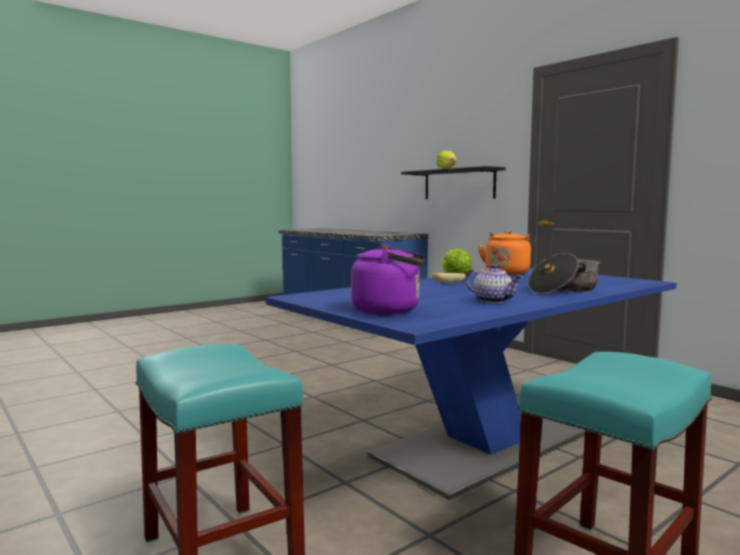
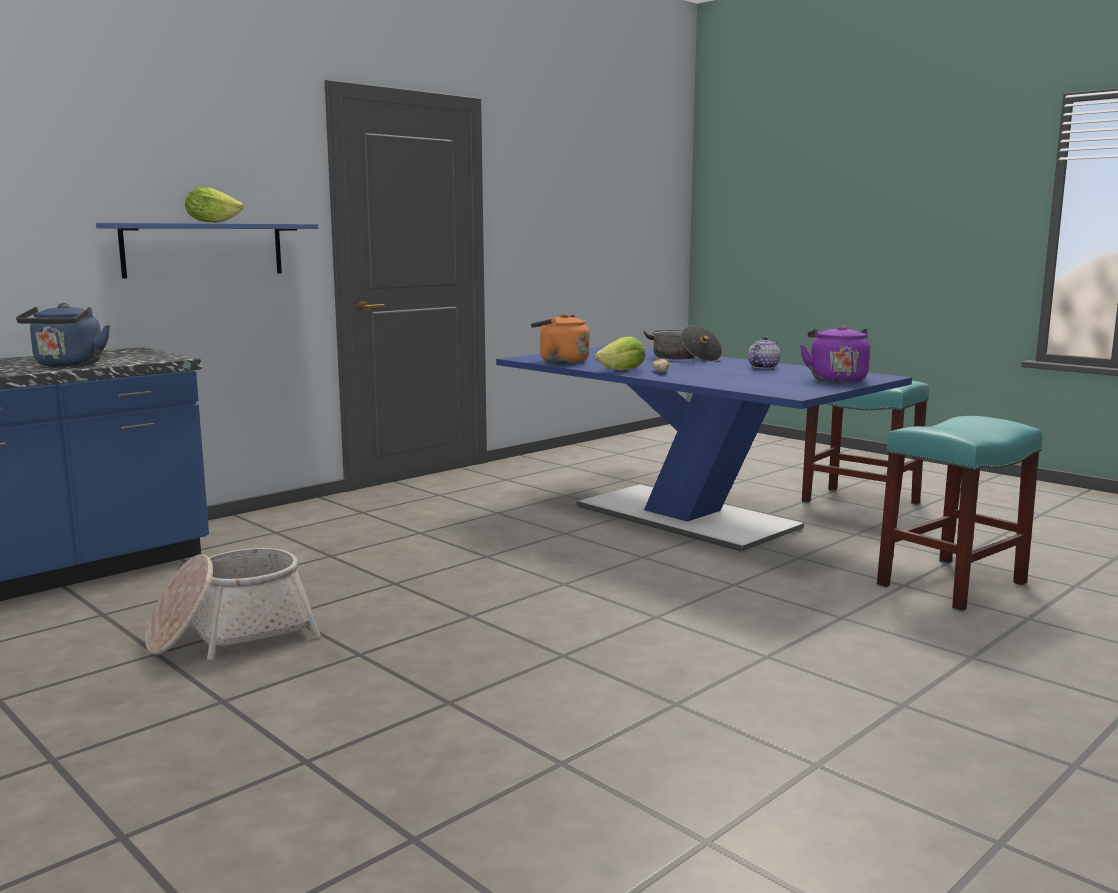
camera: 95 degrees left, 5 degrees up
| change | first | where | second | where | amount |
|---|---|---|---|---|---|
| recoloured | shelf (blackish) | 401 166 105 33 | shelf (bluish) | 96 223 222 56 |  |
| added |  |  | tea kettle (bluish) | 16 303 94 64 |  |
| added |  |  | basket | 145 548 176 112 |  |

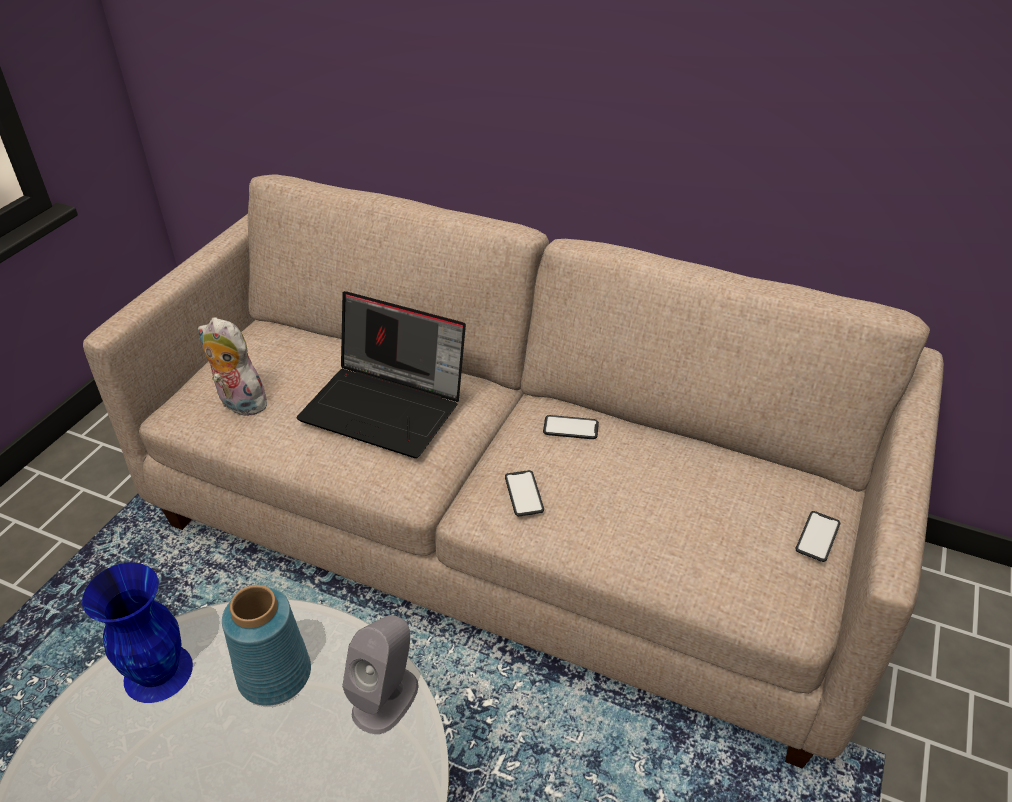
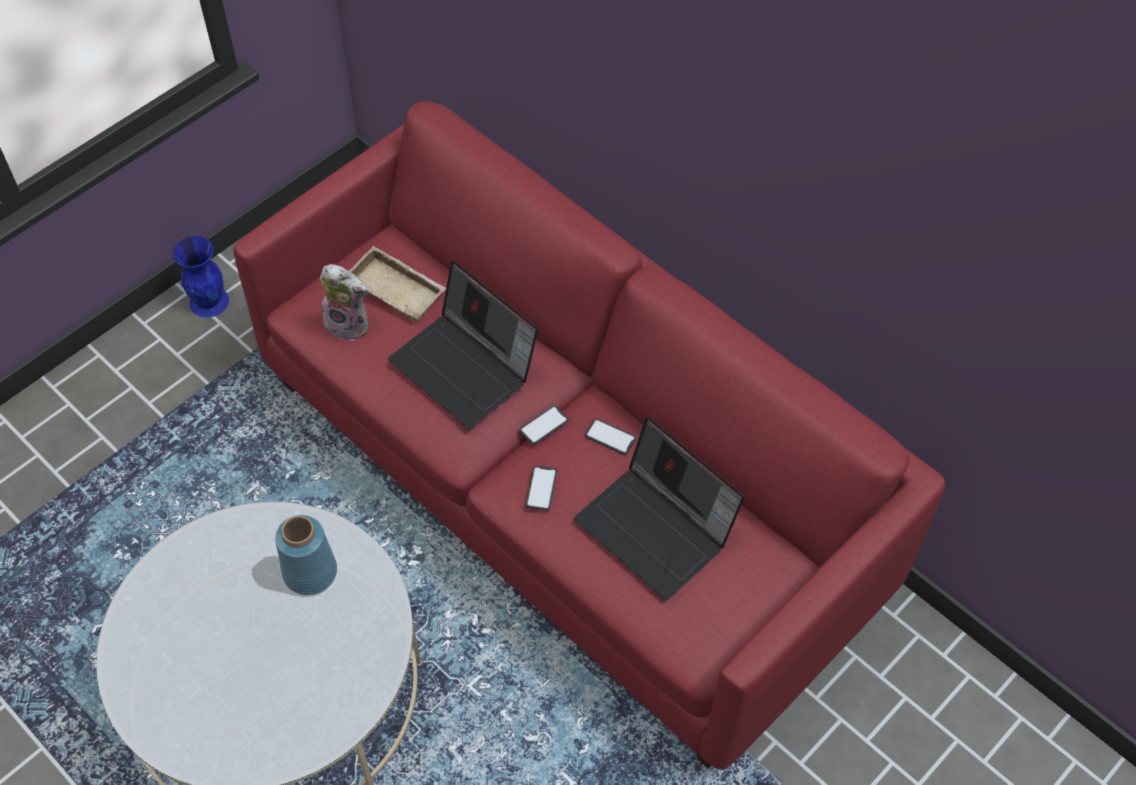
camera: 20 degrees right, 15 degrees up
| change | first | where | second | where | amount |
|---|---|---|---|---|---|
| recoloured | sofa (beige-coloured) | 83 174 861 595 | sofa (red-coloured) | 233 101 713 669 |  |
| turned | plush toy | 198 317 69 99 |  | 320 264 49 76 | 150 degrees clockwise |
| moved | phone | 795 511 45 51 |  | 519 405 50 40 |  |
| moved | decorative vase (bluish) | 82 563 111 140 |  | 173 236 56 82 |  |
| removed | speaker (gray) | 342 615 77 119 |  |  |  |
| added |  |  | carrying tray (beige-coloured) | 349 246 97 76 |  |
| added |  |  | notebook computer | 574 417 171 183 |  |

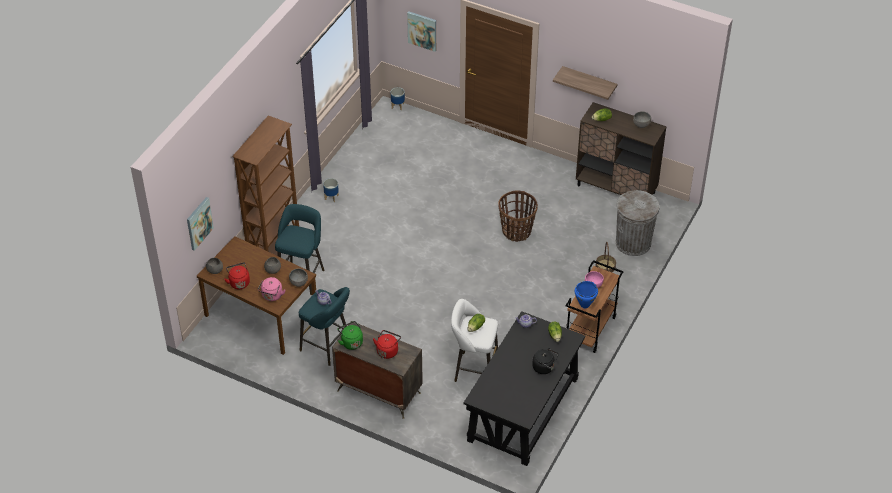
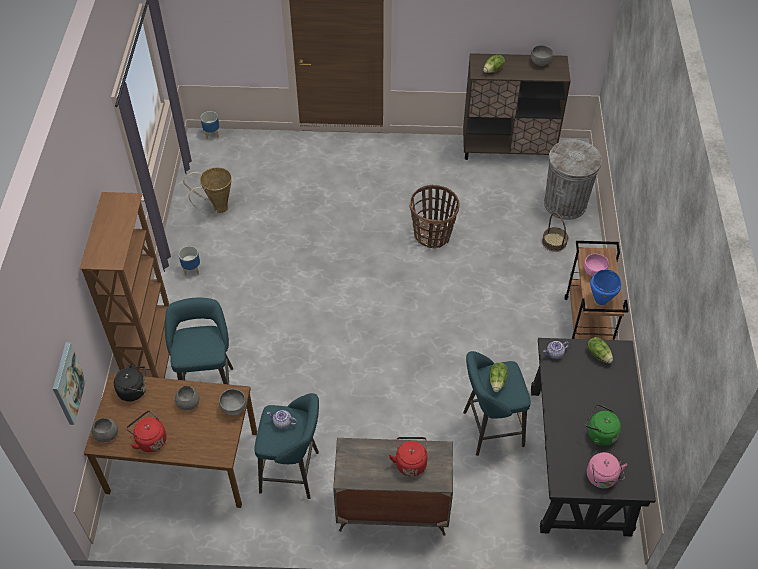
camera: 25 degrees left, 5 degrees up
| change | first | where | second | where | amount |
|---|---|---|---|---|---|
| removed | picture | 407 11 29 41 |  |  |  |
| removed | shelf | 553 66 64 34 |  |  |  |
| moved | tea kettle (pinkish) | 258 277 28 24 |  | 587 452 40 36 |  |
| recoloured | sitting stool (white) | 451 299 47 83 | sitting stool (turquoise-coloured) | 463 351 68 105 |  |
| moved | tea kettle (greenish) | 338 321 25 29 |  | 585 404 36 42 |  |
| moved | tea kettle (blackish) | 532 348 27 26 |  | 114 363 32 39 |  |
| added |  |  | basket | 183 167 49 48 |  |

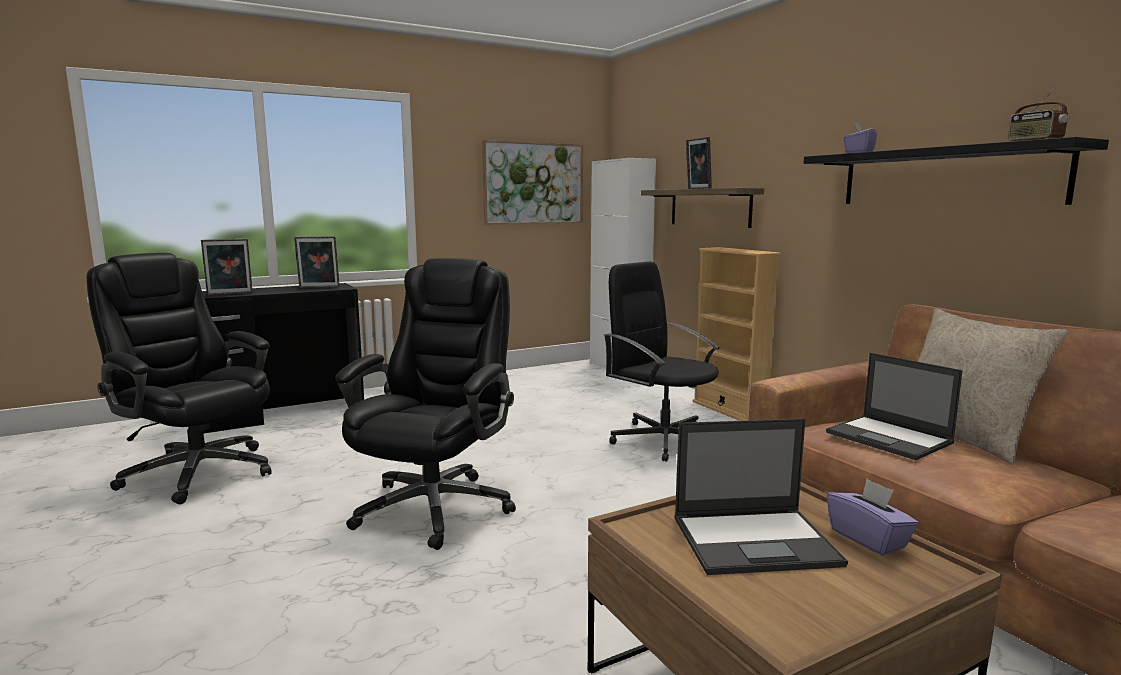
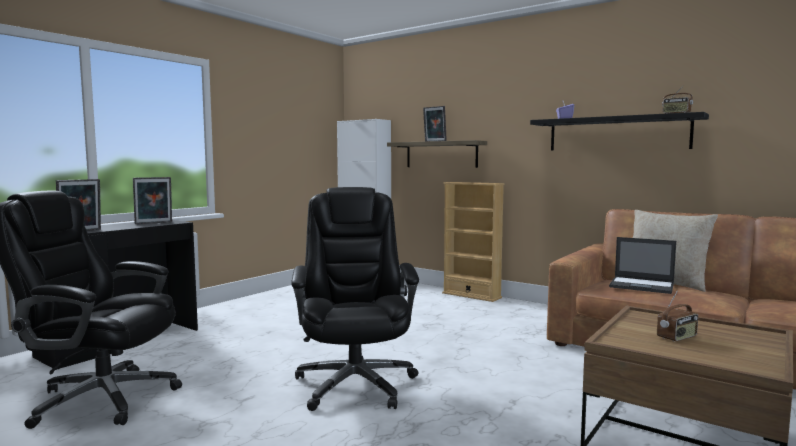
camera: 25 degrees left, 5 degrees down
| change | first | where | second | where | amount |
|---|---|---|---|---|---|
| removed | picture | 482 140 101 85 |  |  |  |
| removed | computer chair (blackish) | 604 261 116 201 |  |  |  |
| replaced | notebook computer | 675 419 173 156 | radio receiver | 657 290 41 51 |  |
| removed | tissue box (purple) | 827 479 92 77 |  |  |  |

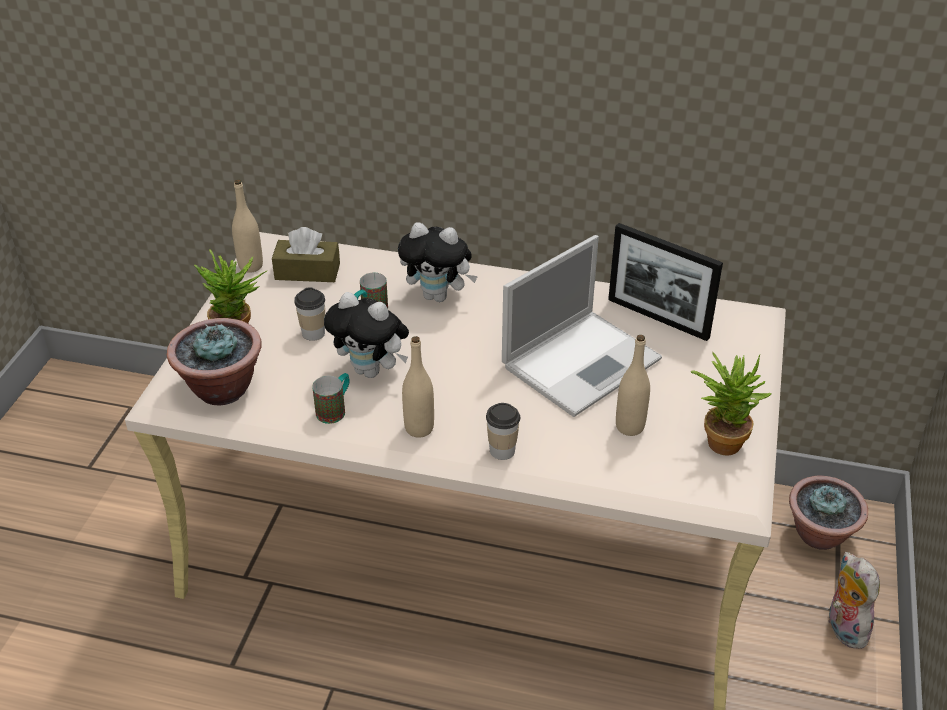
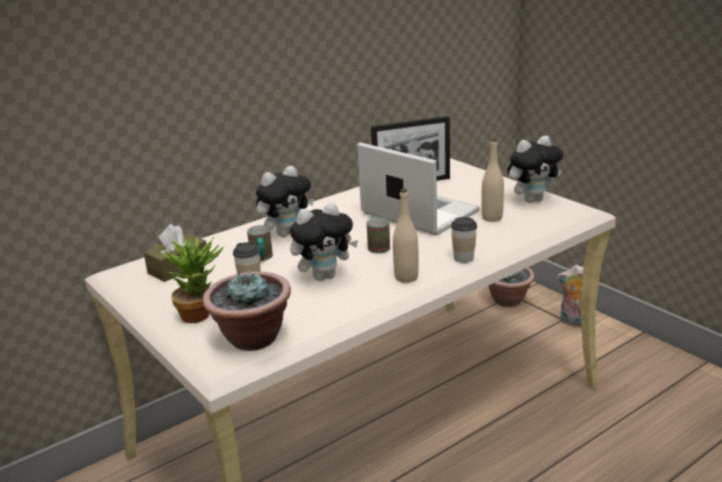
camera: 50 degrees left, 15 degrees down
| change | first | where | second | where | amount |
|---|---|---|---|---|---|
| removed | beverage bottle (beige-coloured) | 232 180 31 93 |  |  |  |
| turned | notebook computer | 502 235 160 182 |  | 357 142 123 93 | 45 degrees counterclockwise |
| replaced | houseplant | 691 353 80 102 | plush toy | 507 136 56 67 |  |
| moved | tea mug | 312 373 38 51 |  | 367 217 23 37 |  |

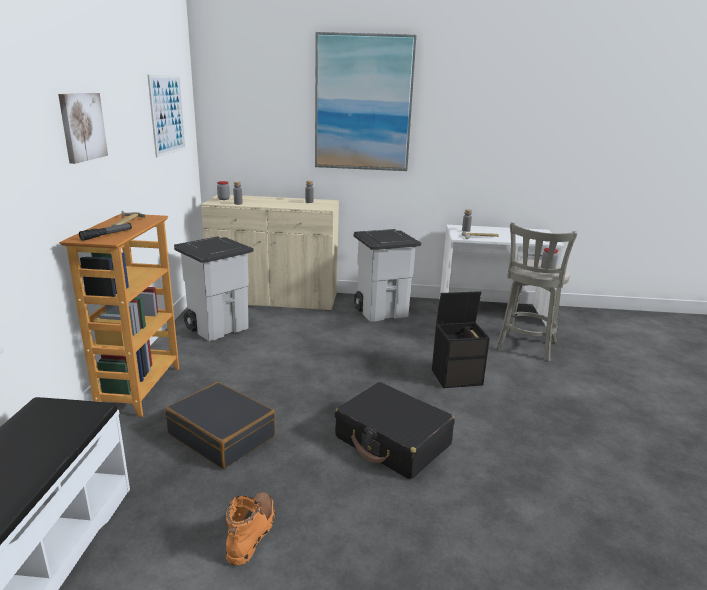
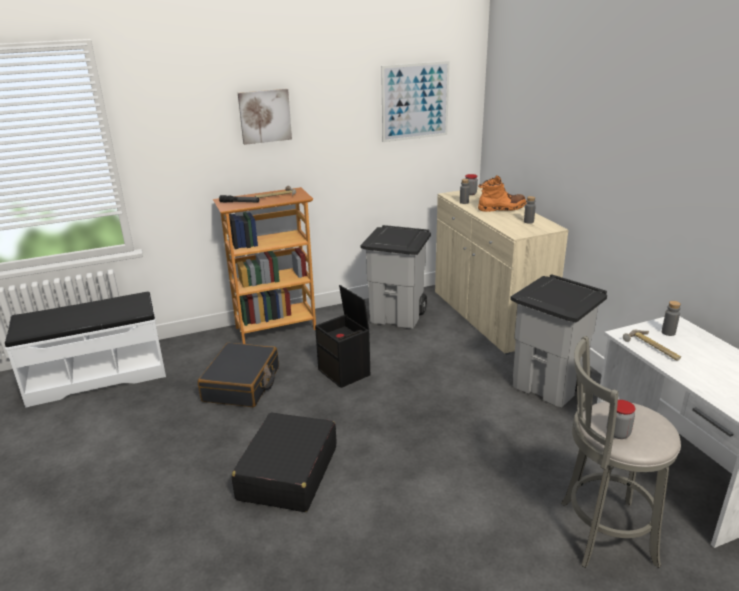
camera: 65 degrees right, 5 degrees up
| change | first | where | second | where | amount |
|---|---|---|---|---|---|
| removed | picture | 315 32 101 139 |  |  |  |
| moved | storage box (blackish) | 432 291 58 97 |  | 315 285 55 103 |  |
| moved | boot (orange) | 226 492 49 74 |  | 478 175 48 37 |  |

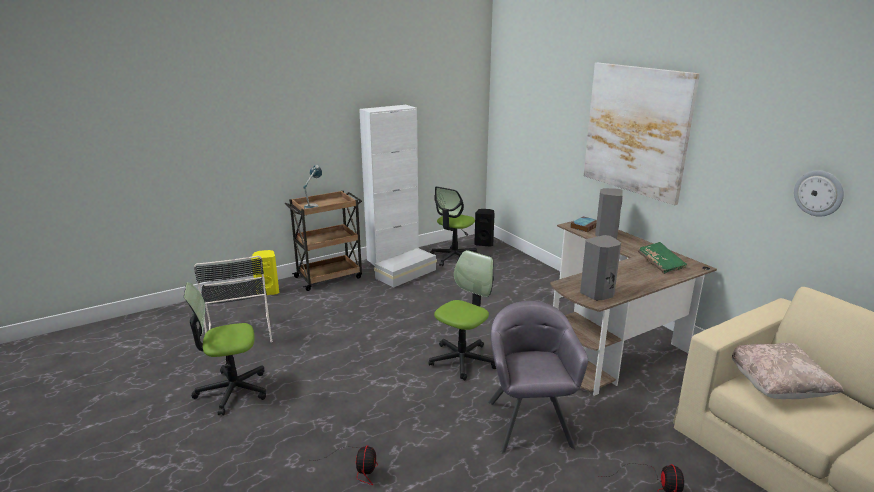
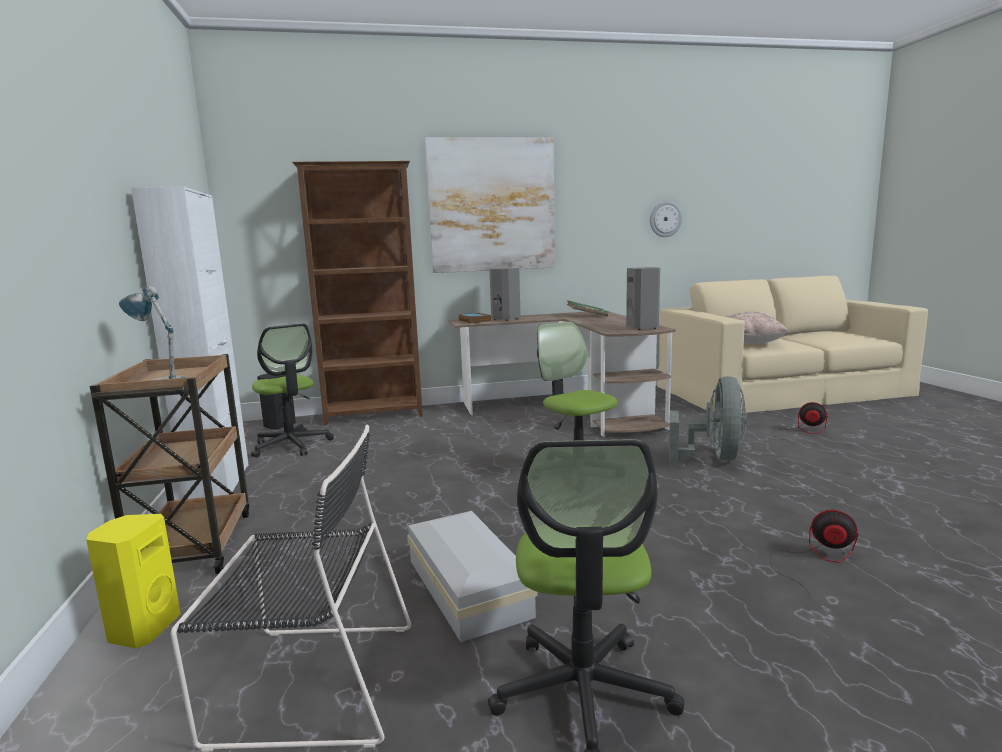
camera: 70 degrees left, 10 degrees down
| change | first | where | second | where | amount |
|---|---|---|---|---|---|
| moved | storage box (white) | 374 248 63 40 |  | 407 511 131 131 |  |
| replaced | lounge chair (gray) | 488 301 100 152 | cooling fan (gray) | 669 376 78 90 |  |
| added |  |  | shelving unit (brownish) | 292 161 131 264 |  |

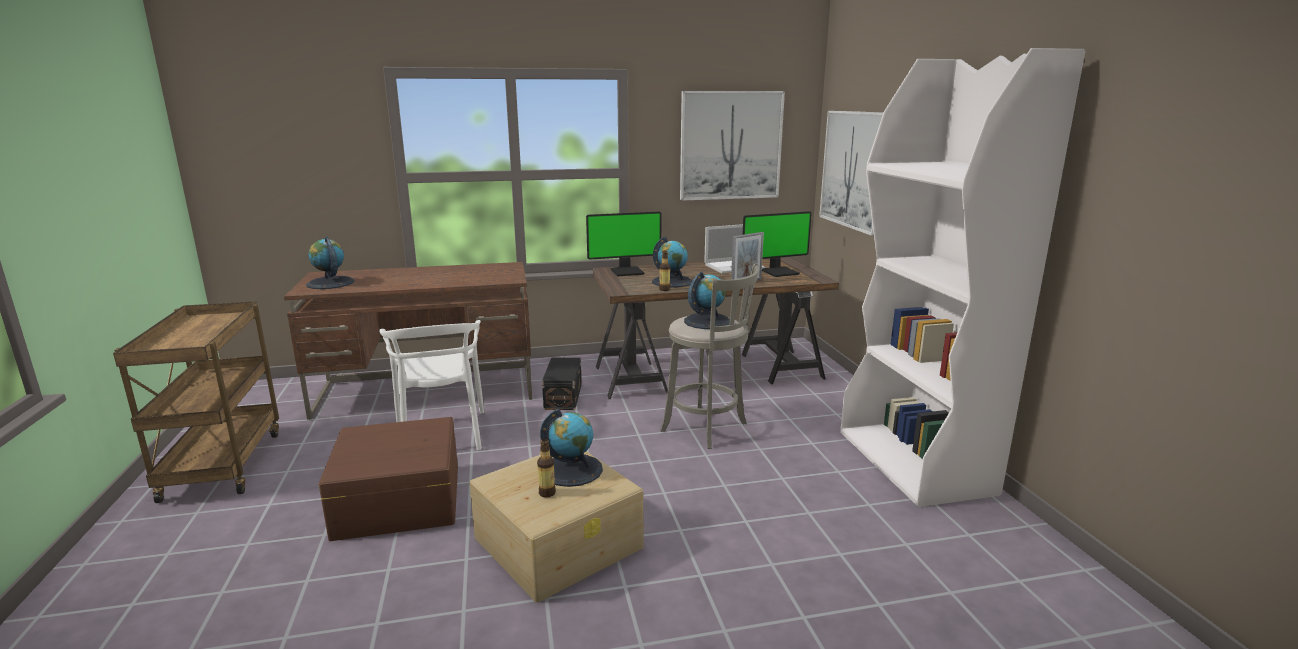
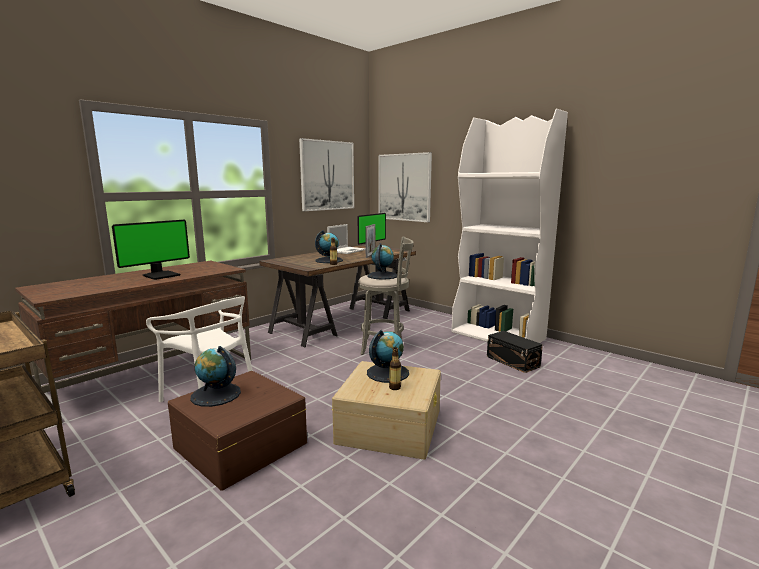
camera: 35 degrees left, 5 degrees down
| change | first | where | second | where | amount |
|---|---|---|---|---|---|
| moved | computer screen | 586 212 75 64 |  | 112 220 78 60 |  |
| moved | globe | 306 236 49 53 |  | 191 346 50 61 |  |
| moved | storage box (blackish) | 542 358 40 52 |  | 487 331 56 42 |  |

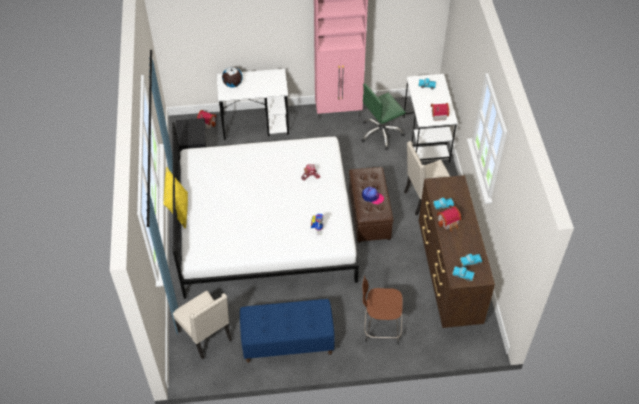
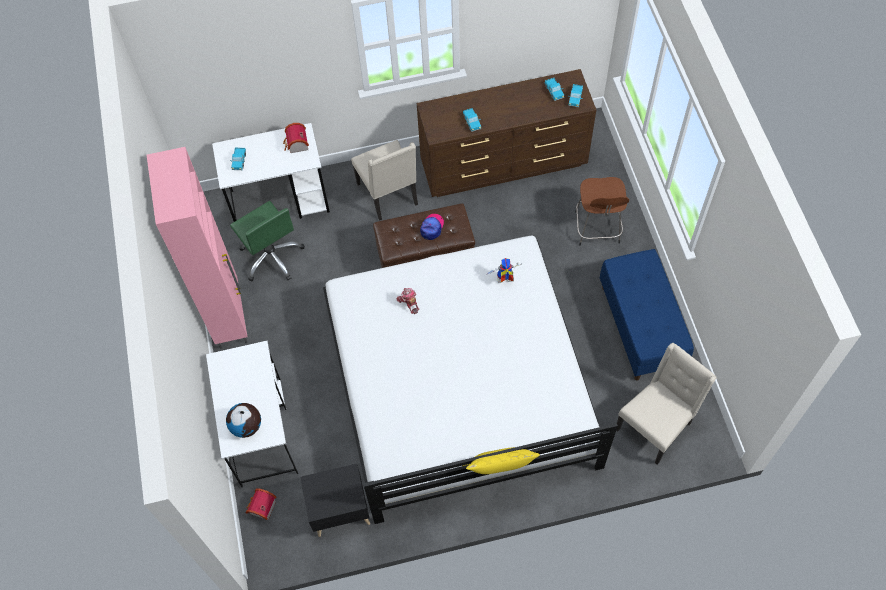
camera: 95 degrees left, 10 degrees up
| change | first | where | second | where | amount |
|---|---|---|---|---|---|
| removed | toy house | 437 205 24 26 |  |  |  |

